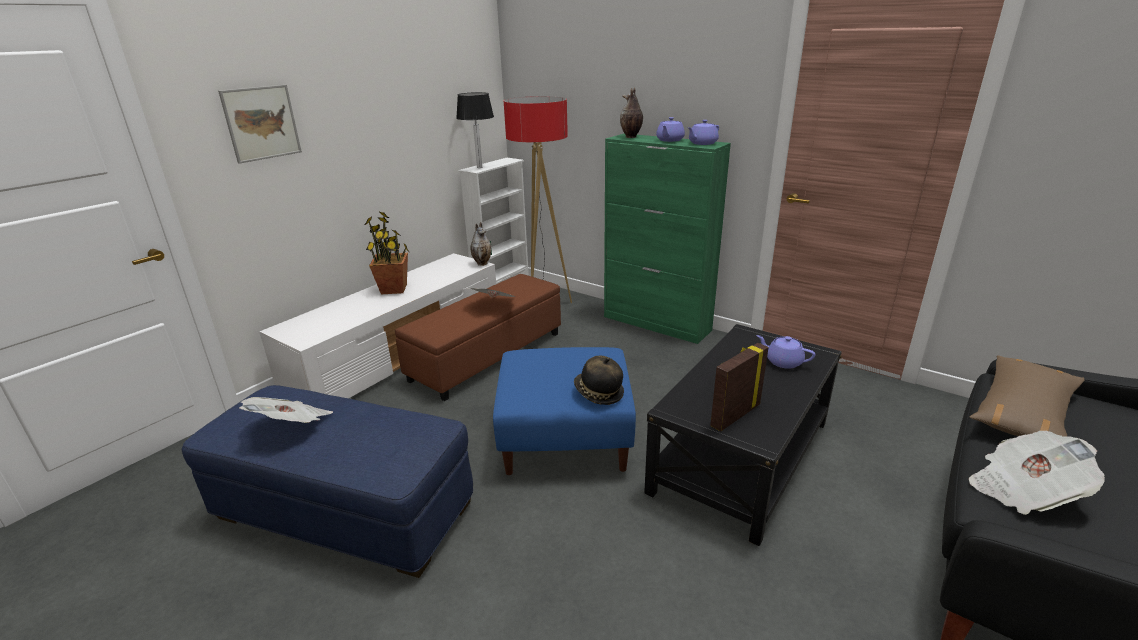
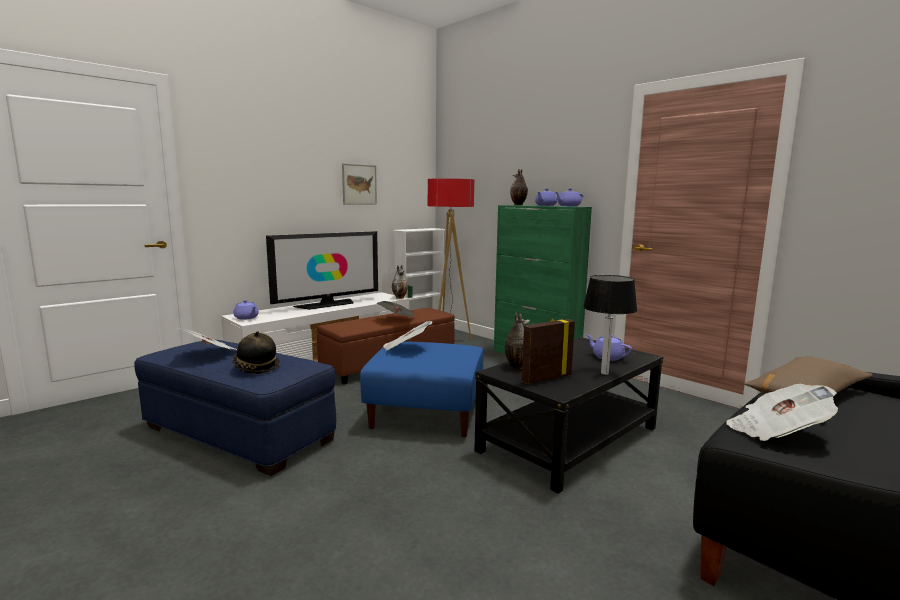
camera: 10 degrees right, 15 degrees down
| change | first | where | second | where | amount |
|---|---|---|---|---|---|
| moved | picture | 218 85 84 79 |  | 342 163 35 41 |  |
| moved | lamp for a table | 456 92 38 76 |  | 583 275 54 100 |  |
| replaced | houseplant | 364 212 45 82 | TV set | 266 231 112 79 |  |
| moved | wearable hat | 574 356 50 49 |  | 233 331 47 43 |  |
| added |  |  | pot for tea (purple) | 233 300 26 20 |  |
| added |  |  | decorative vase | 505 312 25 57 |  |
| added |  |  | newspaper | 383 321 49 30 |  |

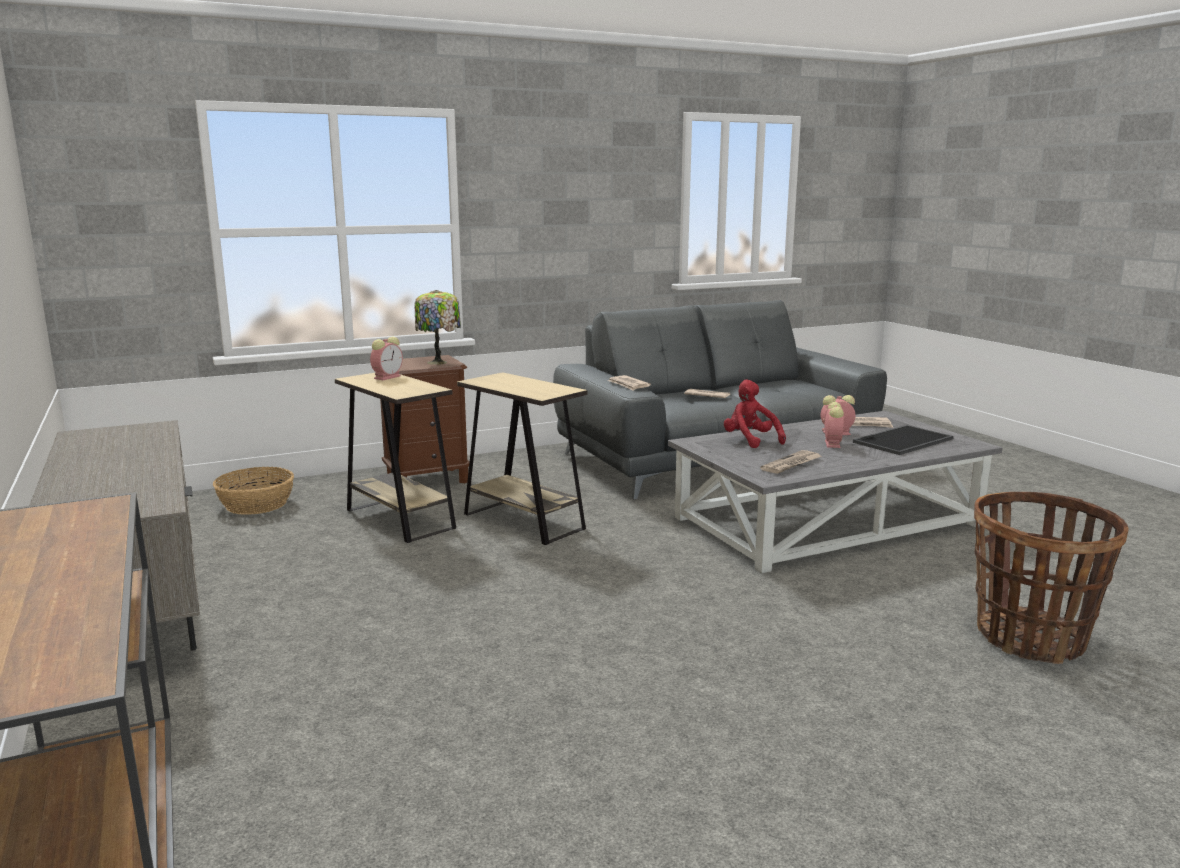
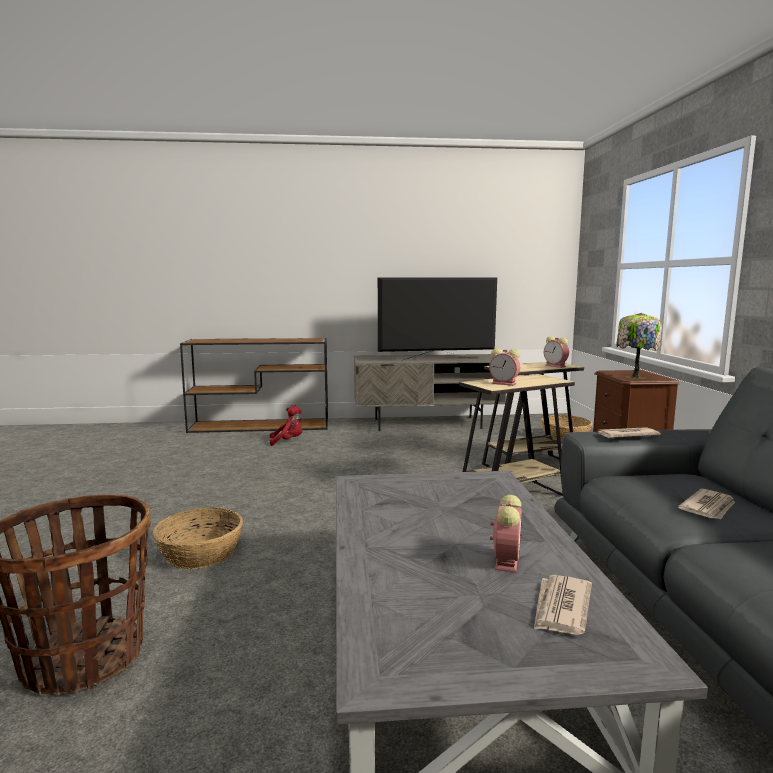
camera: 110 degrees right, 5 degrees down
| change | first | where | second | where | amount |
|---|---|---|---|---|---|
| moved | plush toy (red-coloured) | 724 380 62 68 |  | 270 405 32 41 |  |
| moved | bedside clock | 822 402 22 46 |  | 489 348 31 38 |  |
| removed | carrying tray | 853 425 101 30 |  |  |  |
| removed | newspaper | 760 450 62 24 |  |  |  |
| added |  |  | TV set | 378 277 119 84 |  |
| added |  |  | basket | 153 508 90 61 |  |

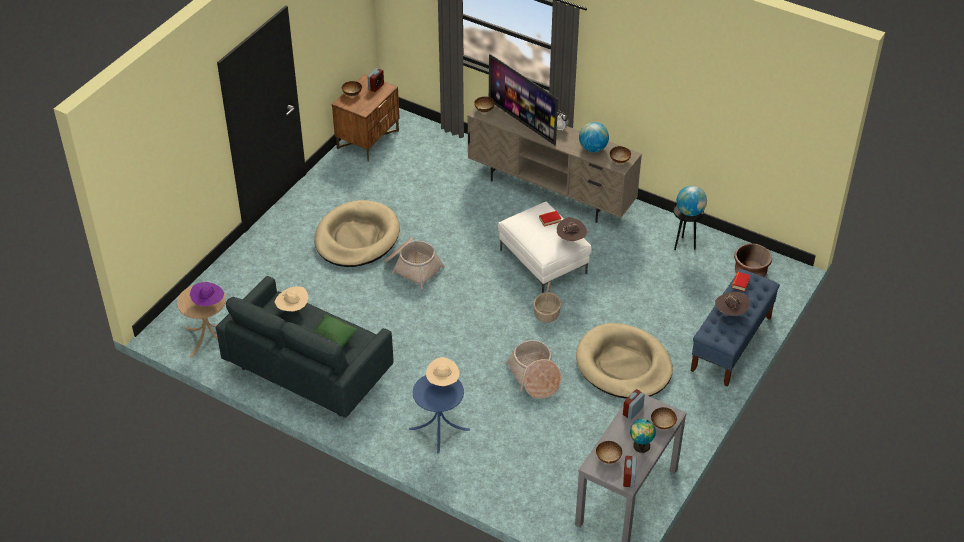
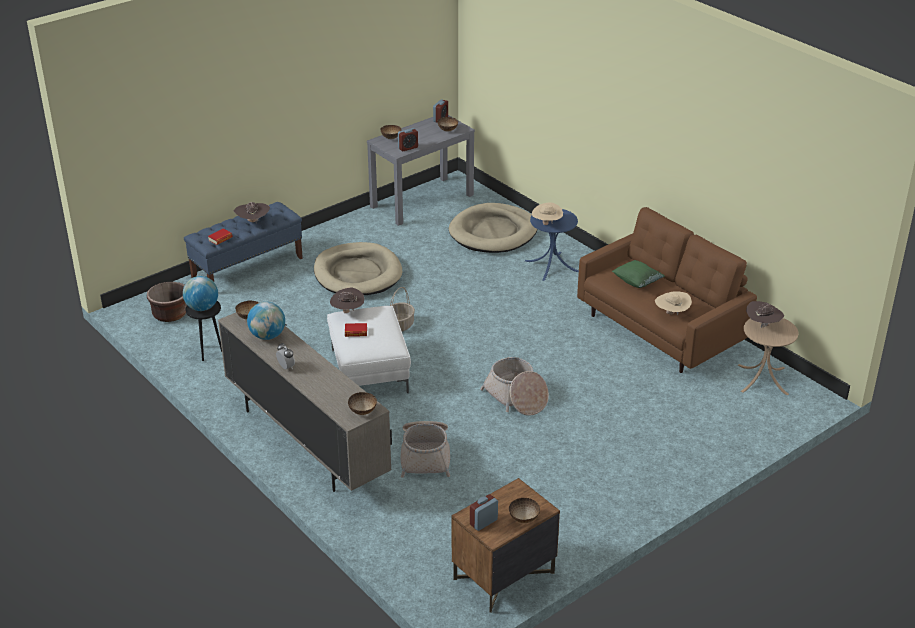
camera: 160 degrees left, 10 degrees down
| change | first | where | second | where | amount |
|---|---|---|---|---|---|
| removed | TV set | 489 54 69 92 |  |  |  |
| moved | pet bed (beige-coloured) | 315 200 84 67 |  | 449 203 89 50 |  |
| recoloured | sofa (gray) | 216 276 177 142 | sofa (brownish) | 577 207 180 166 |  |
| recoloured | wearable hat (purple) | 190 282 34 24 | wearable hat (brownish) | 746 301 38 27 |  |
| moved | basket | 505 340 56 59 |  | 401 421 49 57 |  |
| removed | globe | 630 419 26 34 |  |  |  |

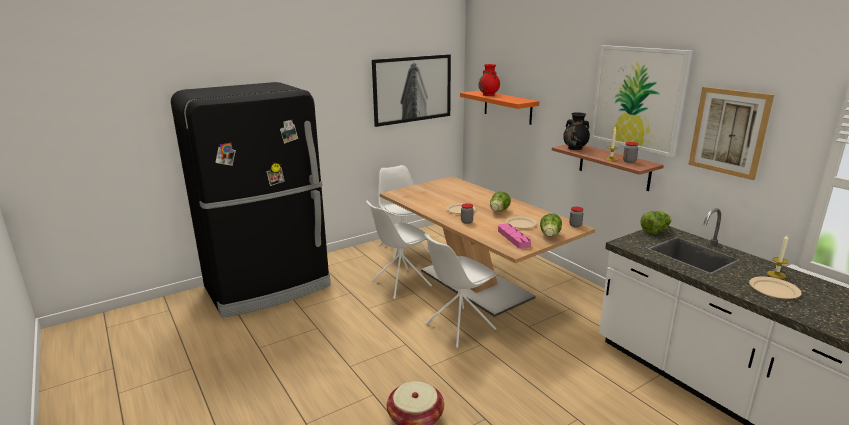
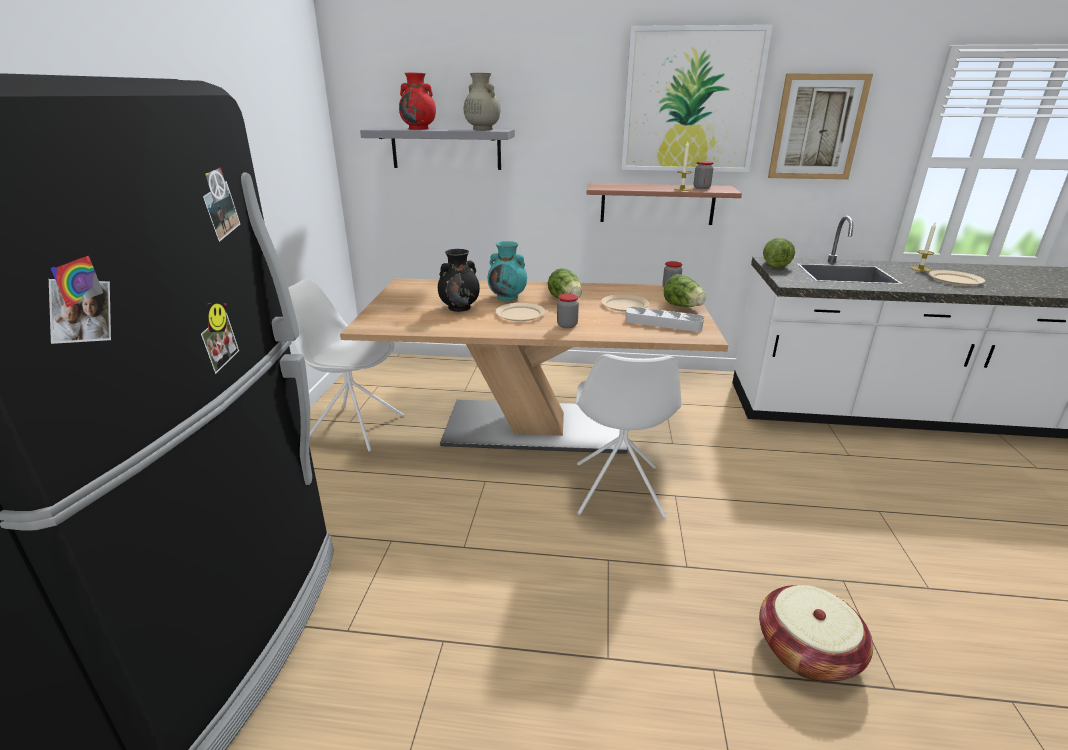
camera: 50 degrees left, 5 degrees up
| change | first | where | second | where | amount |
|---|---|---|---|---|---|
| removed | picture | 372 54 79 73 |  |  |  |
| recoloured | shelf (orange) | 460 91 80 34 | shelf (gray) | 360 127 155 43 |  |
| moved | decorative vase (blackish) | 563 112 27 38 |  | 438 249 42 63 |  |
| removed | upright chair (white) | 366 201 66 98 |  |  |  |
| recoloured | carrying tray (pinkish) | 498 223 33 26 | carrying tray (gray) | 625 307 79 25 |  |
| added |  |  | decorative vase (beige-coloured) | 464 73 36 57 |  |
| added |  |  | decorative vase (turquoise-coloured) | 488 241 39 60 |  |

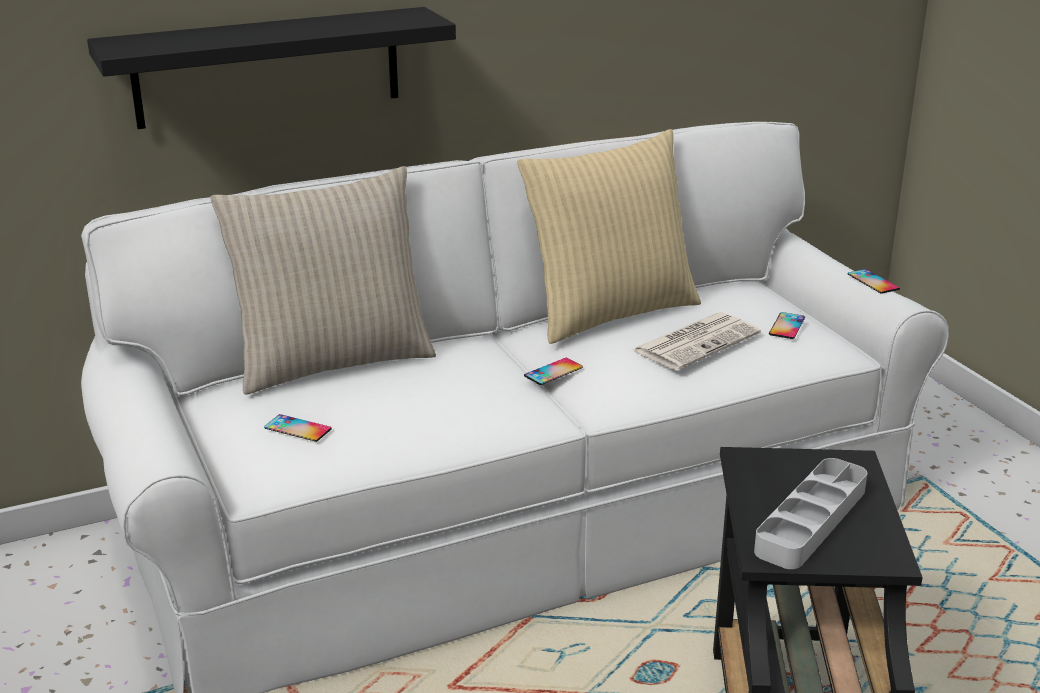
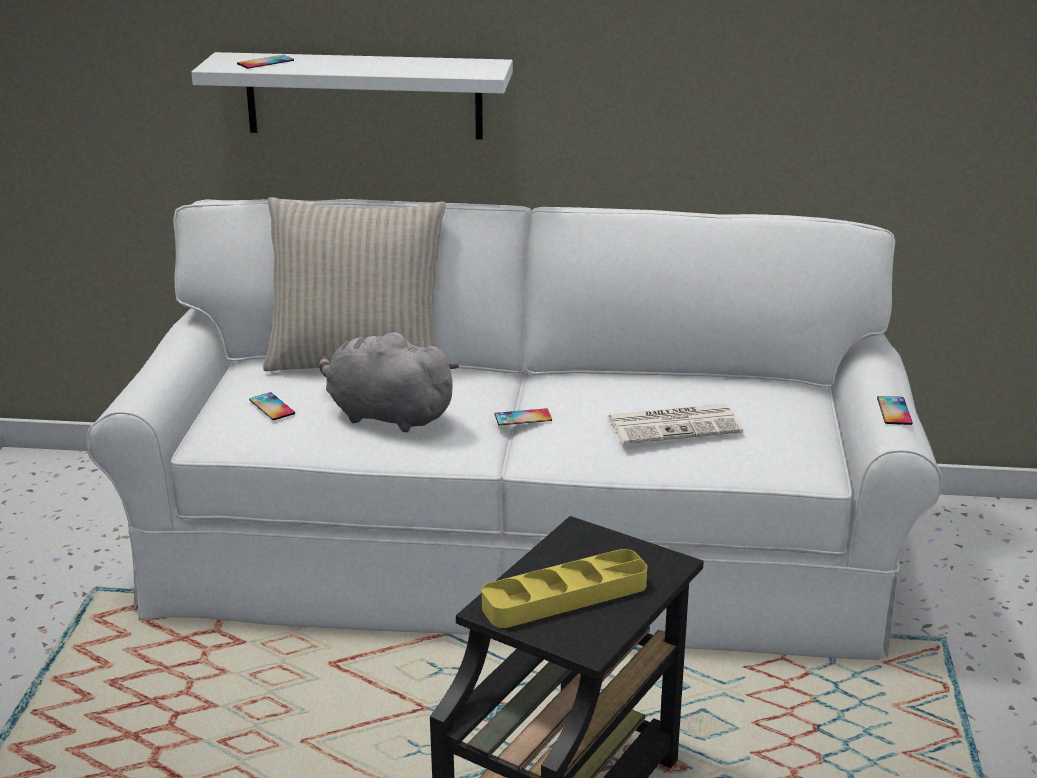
camera: 30 degrees right, 0 degrees up
| change | first | where | second | where | amount |
|---|---|---|---|---|---|
| recoloured | shelf (blackish) | 87 7 369 122 | shelf (white) | 191 52 322 88 |  |
| removed | cushion (beige-coloured) | 517 129 184 215 |  |  |  |
| moved | phone | 769 312 36 27 |  | 237 55 57 14 |  |
| recoloured | carrying tray (gray) | 754 458 113 111 | carrying tray (yellow-coloured) | 482 549 165 79 |  |
| added |  |  | plush toy (gray) | 319 332 140 100 |  |

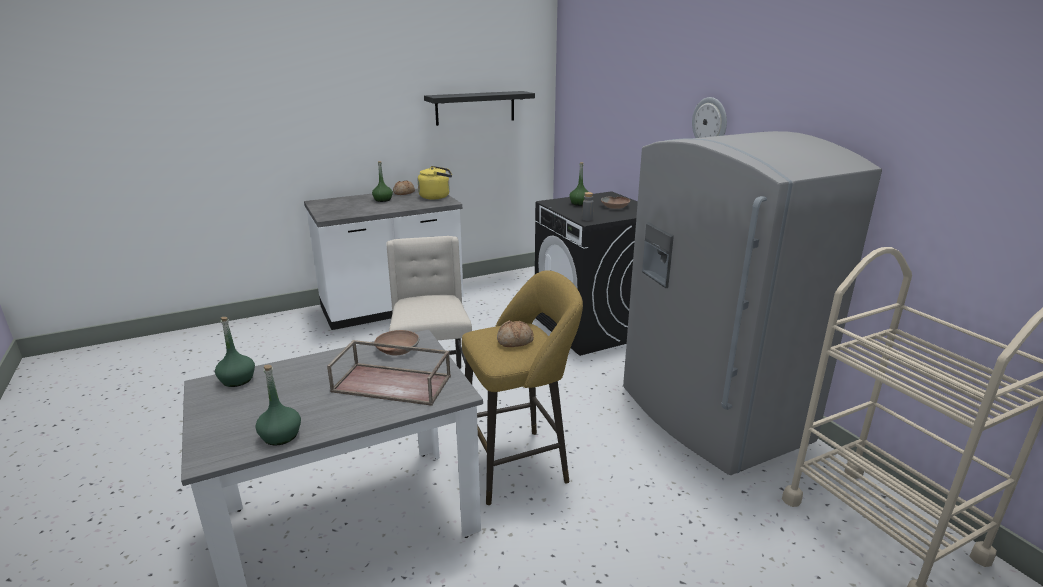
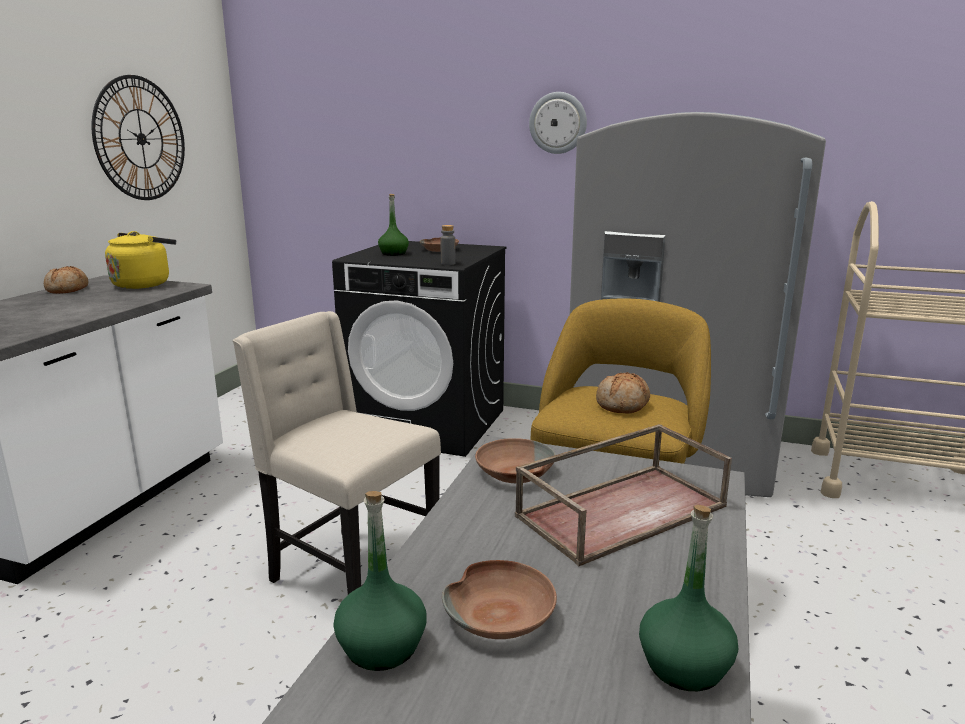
camera: 45 degrees left, 5 degrees down
| change | first | where | second | where | amount |
|---|---|---|---|---|---|
| replaced | shelf (blackish) | 424 91 111 35 | wall clock | 91 75 94 125 |  |
| removed | beverage bottle (greenish) | 372 161 21 41 |  |  |  |
| added |  |  | bowl (brownish) | 442 560 115 79 |  |

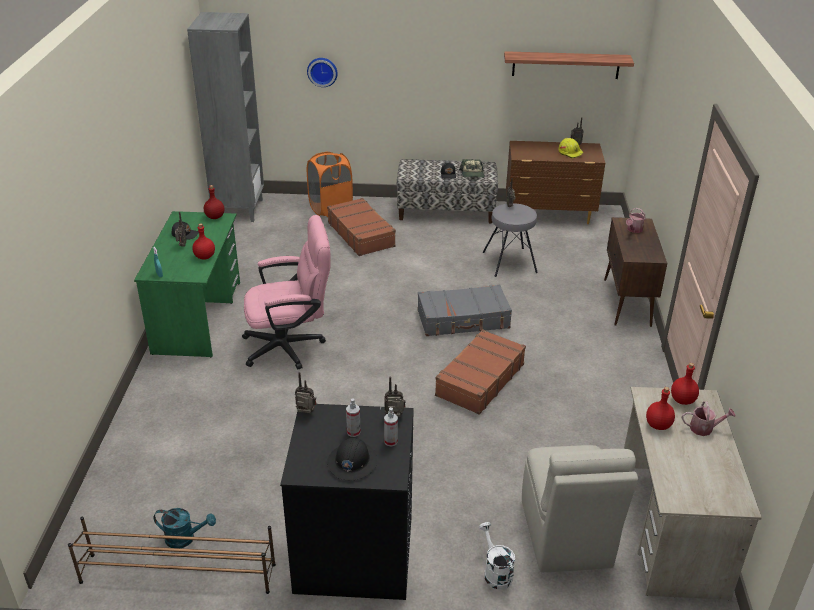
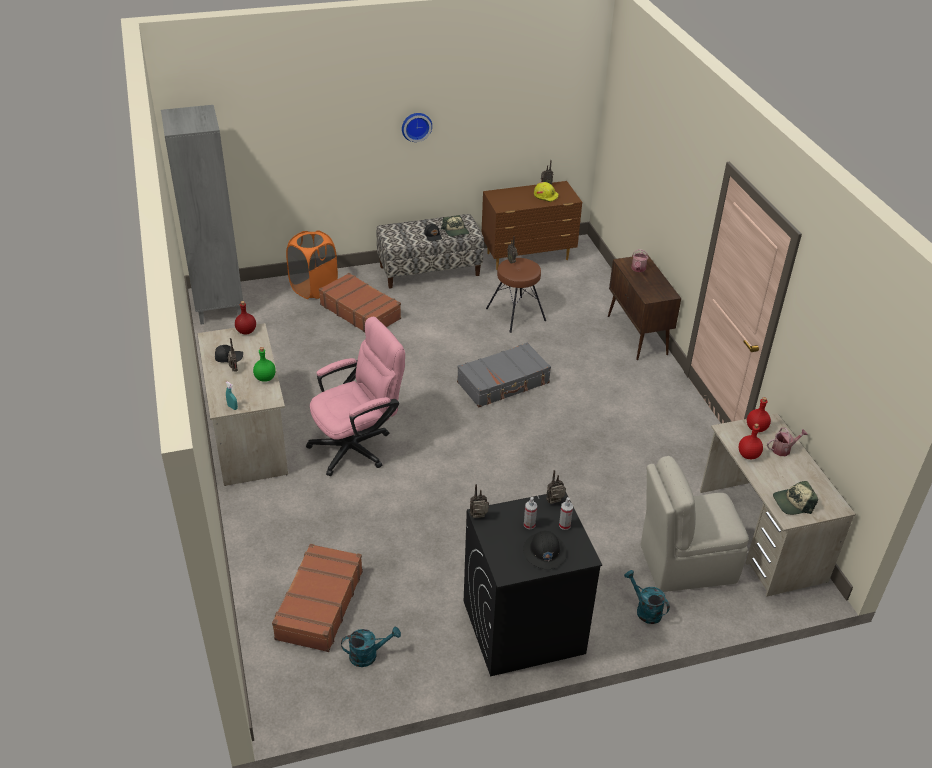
camera: 20 degrees left, 5 degrees up
| change | first | where | second | where | amount |
|---|---|---|---|---|---|
| removed | shelf | 504 51 130 28 |  |  |  |
| moved | wall clock | 307 58 31 29 |  | 402 113 30 29 |  |
| recoloured | sitting stool (gray) | 483 203 55 74 | sitting stool (brownish) | 486 258 60 75 |  |
| recoloured | desk table (greenish) | 134 211 106 146 | desk table (beige-coloured) | 197 323 91 163 |  |
| recoloured | beverage bottle (red-coloured) | 192 224 23 36 | beverage bottle (greenish) | 253 347 23 35 |  |
| moved | suitcase (brownish) | 435 329 91 86 |  | 272 544 91 108 |  |
| turned | upright chair (beige-coloured) | 522 445 116 128 |  | 641 456 108 136 | 105 degrees clockwise |
| removed | shoe shelf (brownish) | 68 516 208 78 |  |  |  |
| recoloured | watering can (white) | 479 522 36 68 | watering can (turquoise-coloured) | 624 570 46 54 |  |
| added |  |  | peaked cap | 773 481 45 34 |  |

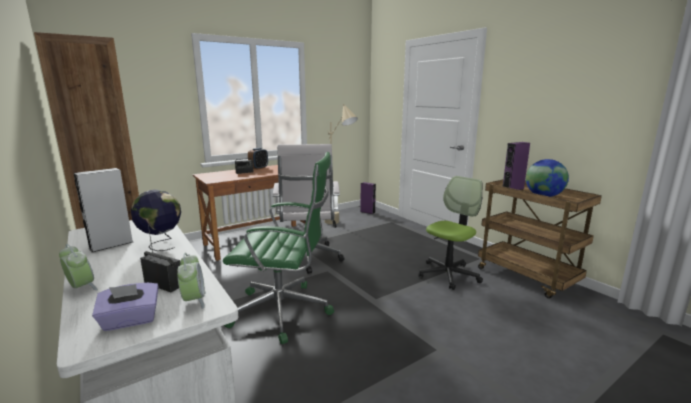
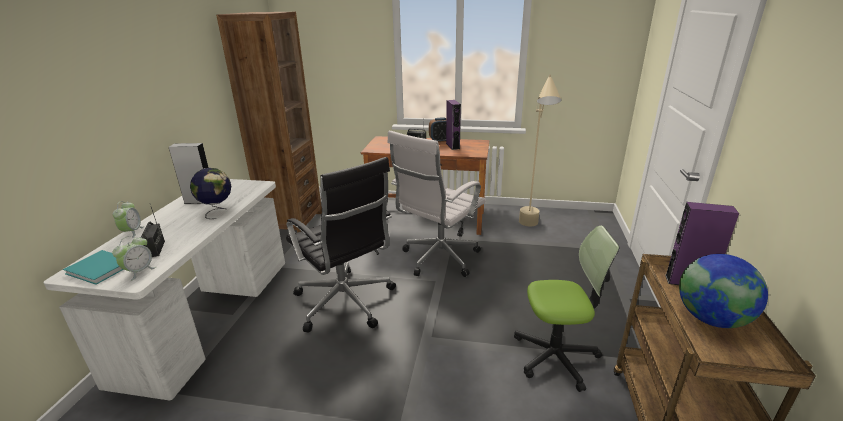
camera: 45 degrees right, 10 degrees up
| change | first | where | second | where | amount |
|---|---|---|---|---|---|
| recoloured | computer chair (greenish) | 223 152 111 192 | computer chair (blackish) | 286 157 110 175 |  |
| moved | speaker (purple) | 360 182 16 32 |  | 446 100 15 50 |  |
| replaced | tissue box (purple) | 92 283 67 48 | bound book (turquoise-coloured) | 63 250 61 35 |  |

